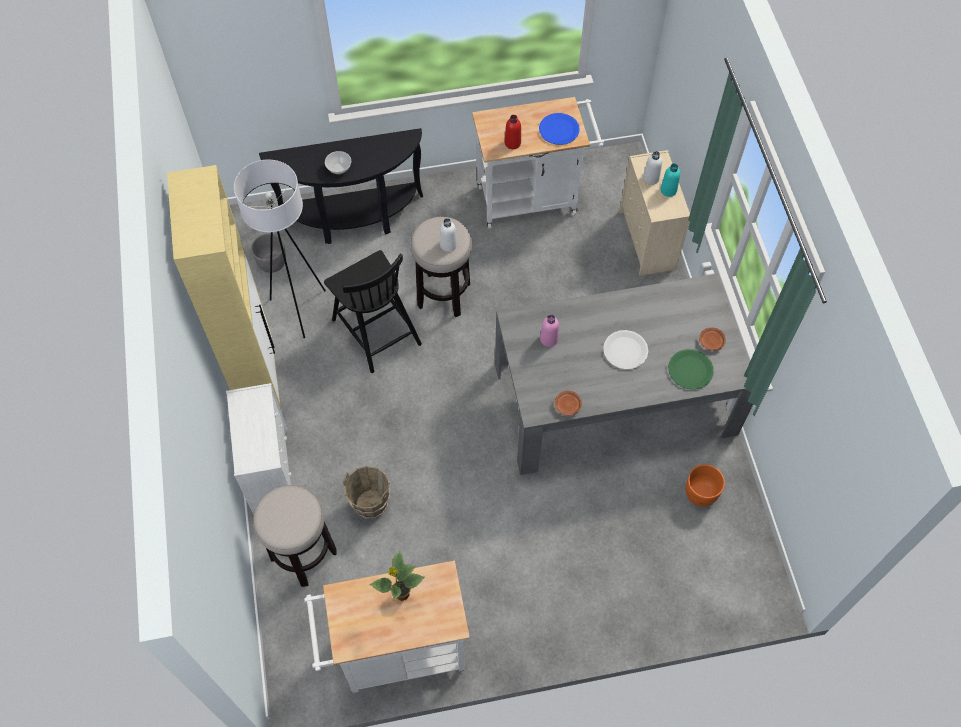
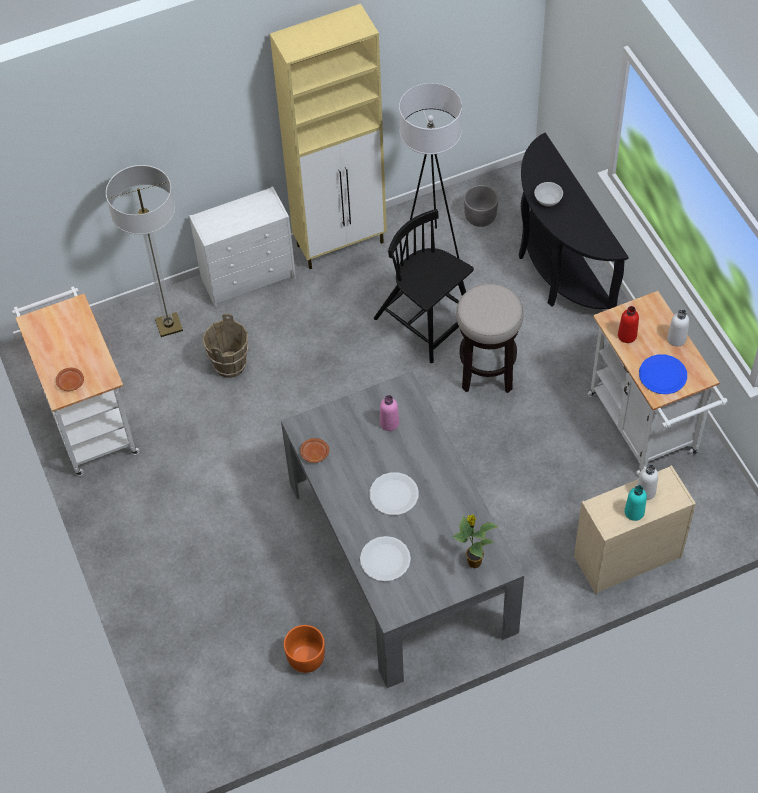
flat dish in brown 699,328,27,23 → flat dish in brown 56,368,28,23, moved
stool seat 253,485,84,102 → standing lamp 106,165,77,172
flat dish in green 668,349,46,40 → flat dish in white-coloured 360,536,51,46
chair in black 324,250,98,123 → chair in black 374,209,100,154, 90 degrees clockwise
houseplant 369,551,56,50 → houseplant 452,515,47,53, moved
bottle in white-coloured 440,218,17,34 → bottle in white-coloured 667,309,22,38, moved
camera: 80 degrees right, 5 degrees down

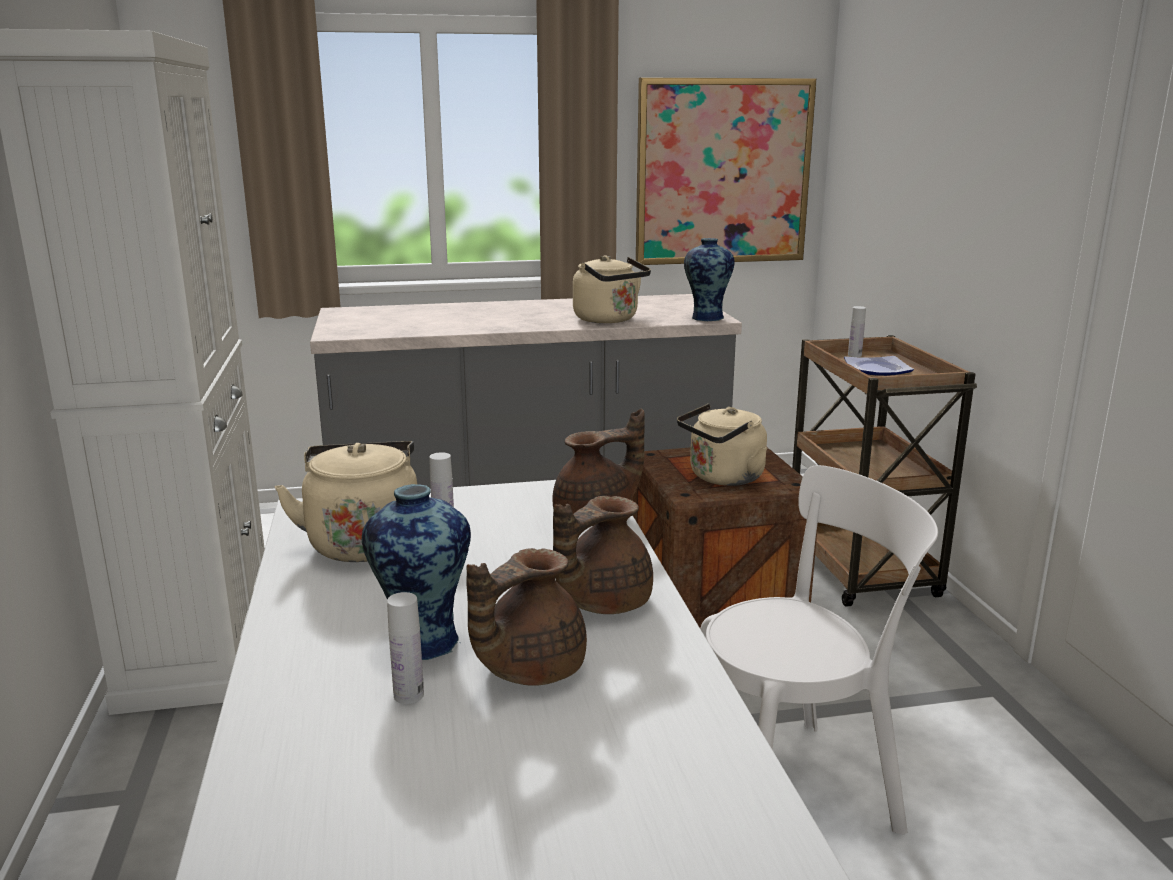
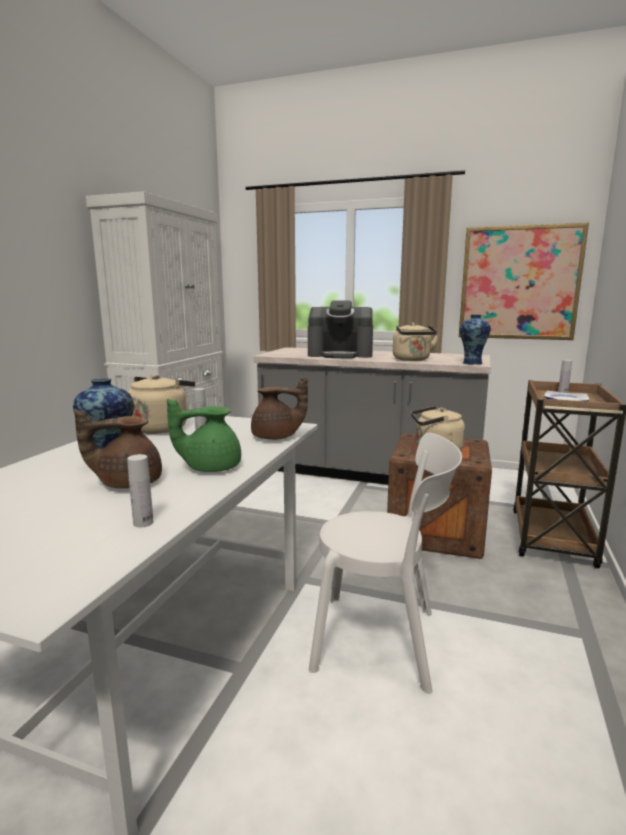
bottle in white-coloured 387,592,37,112 → bottle in white-coloured 127,454,27,74, moved
teapot in brown 553,496,100,118 → teapot in green 167,399,74,73
- → coffee brewer 308,301,65,57
camera: 30 degrees right, 5 degrees down

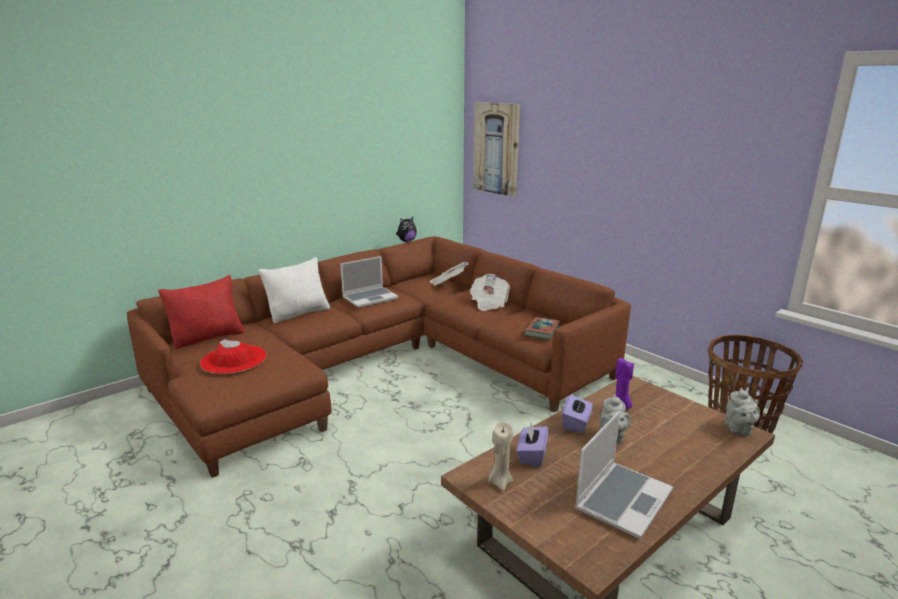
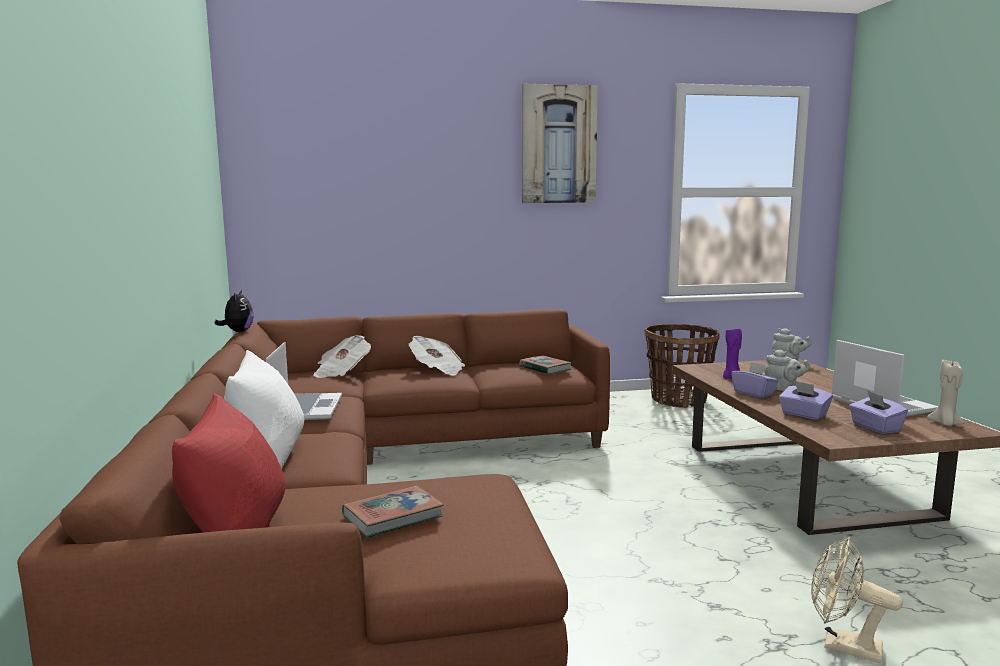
clothing hat in red 200,339,67,35 → bound book 342,486,102,52
wall art 474,102,46,95 → wall art 522,84,76,119, moved
- → cooling fan in sand-coloured 811,537,92,126
- → box of tissues in purple 849,391,59,43
wax light in sand-coloured 488,422,25,68 → wax light in sand-coloured 927,360,37,66, moved
camera: 60 degrees left, 10 degrees down

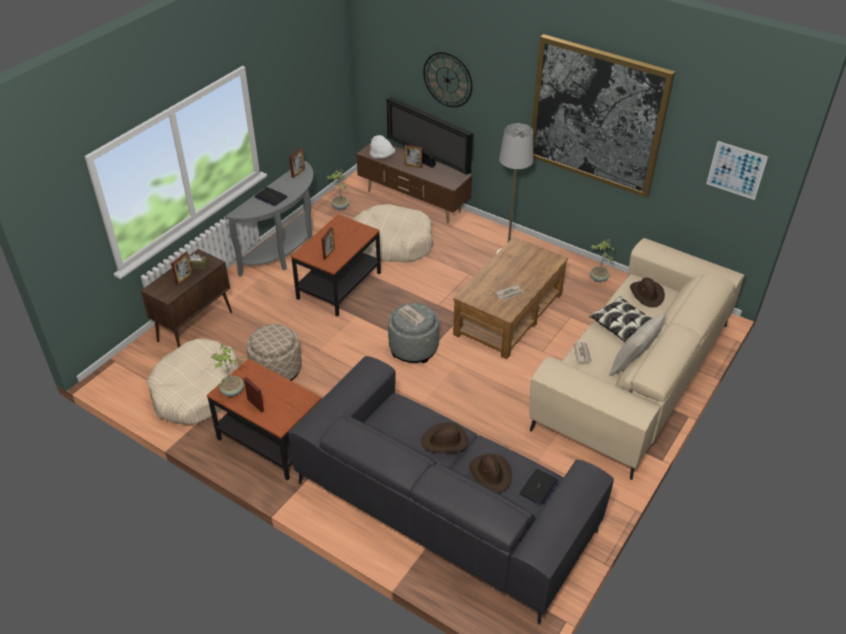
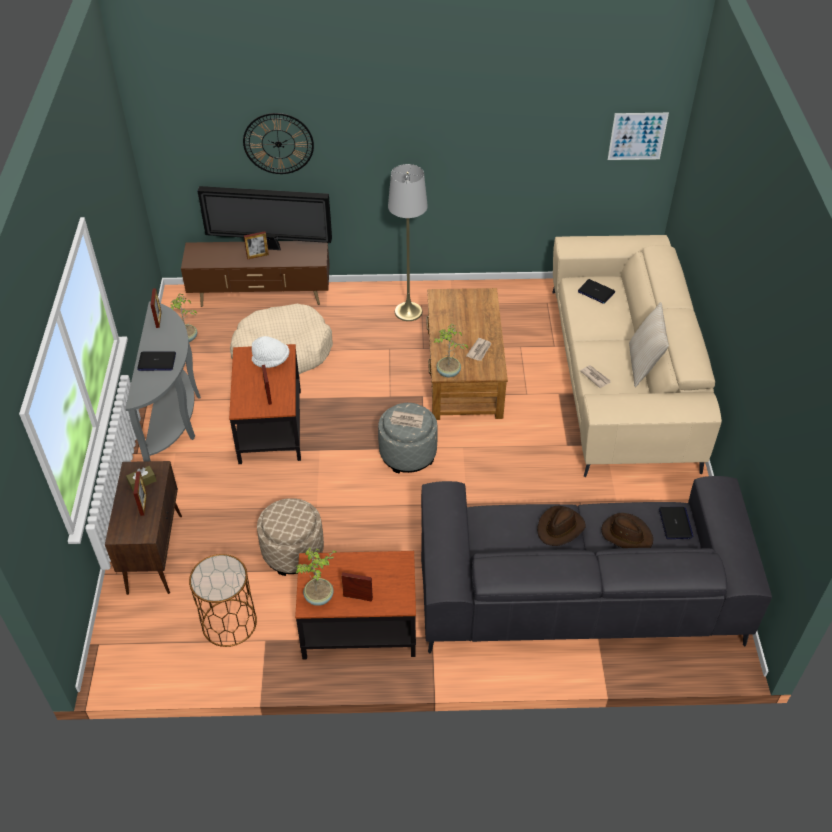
dog cushion in sand-coloured 147,339,92,86 → side table in brown 189,554,68,93
clothing hat in white-coloured 370,135,25,24 → clothing hat in white-coloured 252,336,37,32, moved
houseplant 590,239,24,43 → houseplant 434,324,34,53, moved
clothing hat in brown 630,278,35,29 → portable computer 578,279,37,25
wall art 531,34,144,164 → -
throw pillow 589,296,63,46 → -
camera: 35 degrees left, 5 degrees up

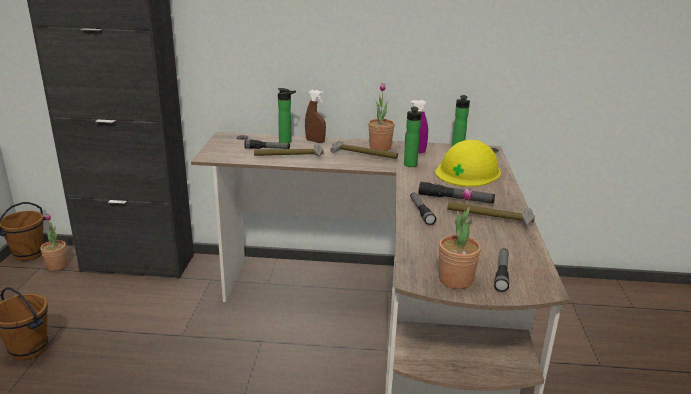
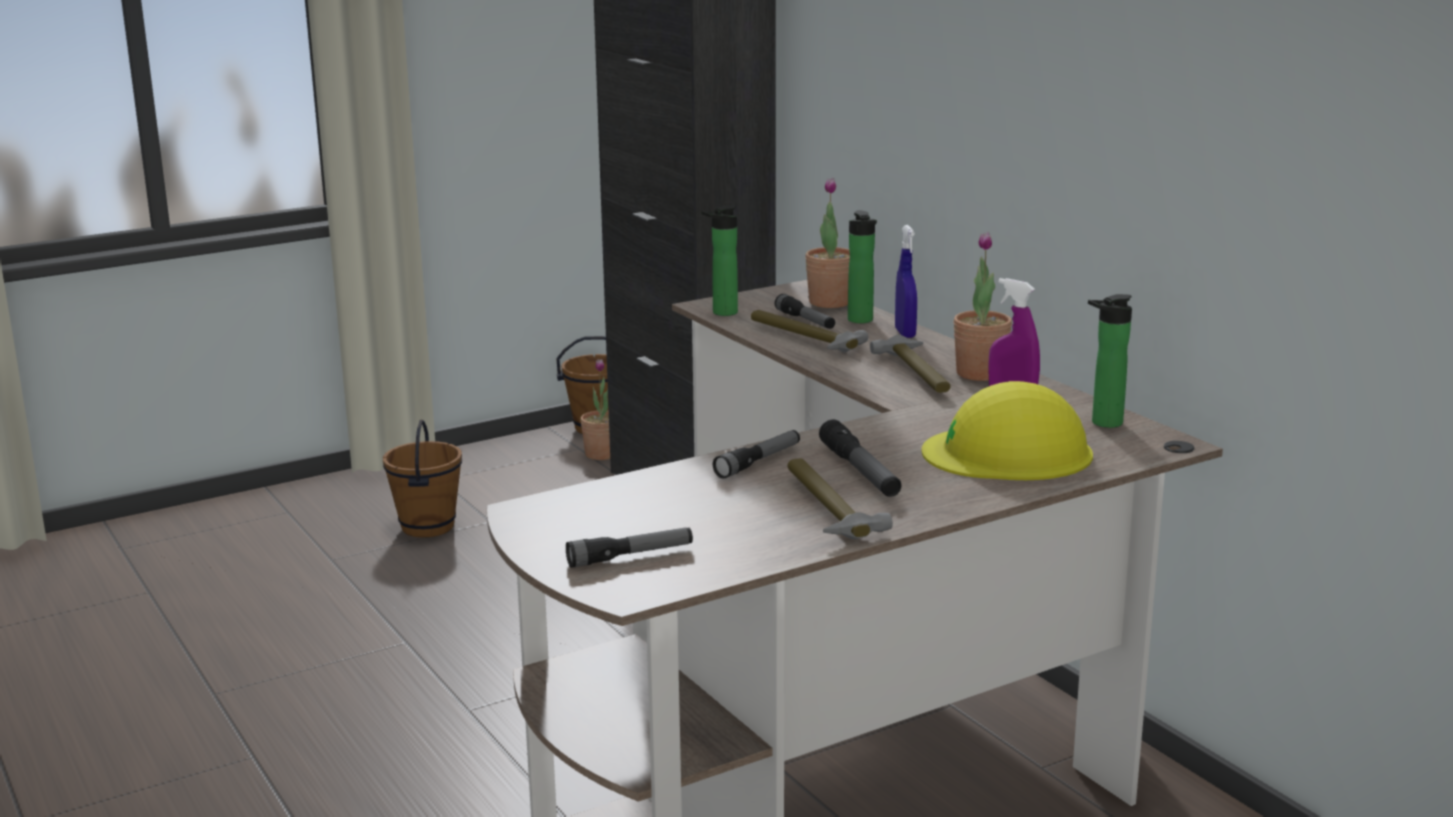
bottle 404,106,18,61 → bottle 702,206,36,110, moved
houseplant 439,187,42,102 → houseplant 805,178,45,130, moved
sprayer in brown 305,90,21,53 → sprayer in blue-coloured 895,225,22,113
camera: 55 degrees right, 5 degrees down

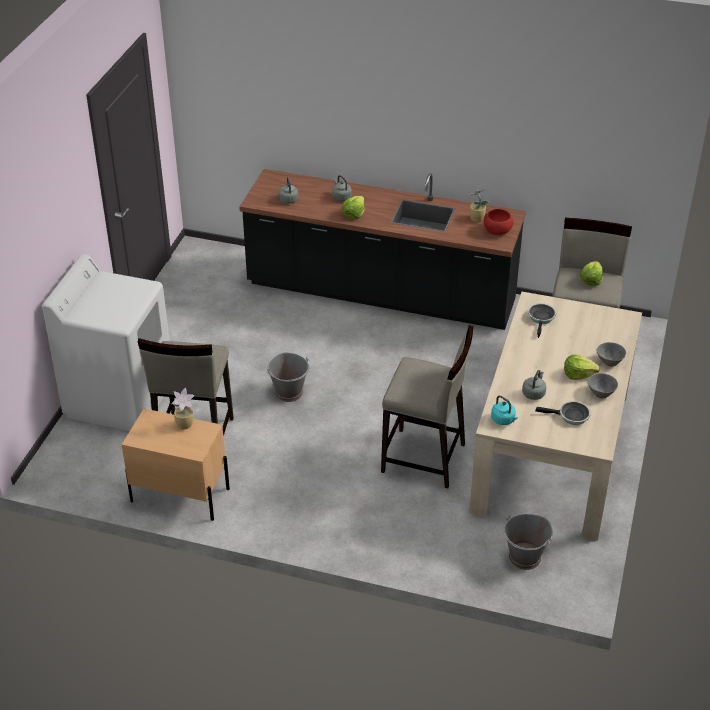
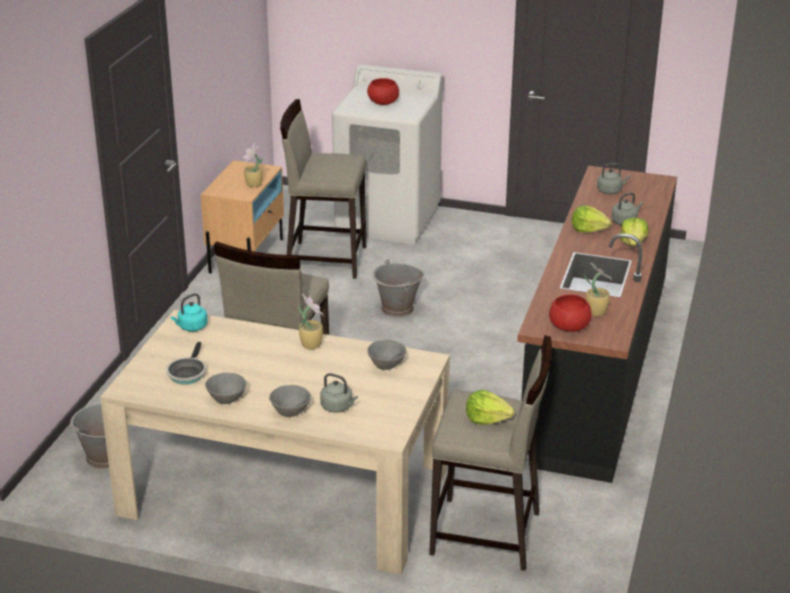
- → houseplant 299,294,25,55
water kettle in greyish 522,370,24,30 → water kettle in greyish 320,373,38,40, moved
- → deep dish in red 367,78,32,27
frying pan 528,303,28,35 → deep dish in greyish 367,340,39,30
head of lettuce 564,354,36,26 → head of lettuce 620,217,29,29, moved
camera: 90 degrees right, 10 degrees down

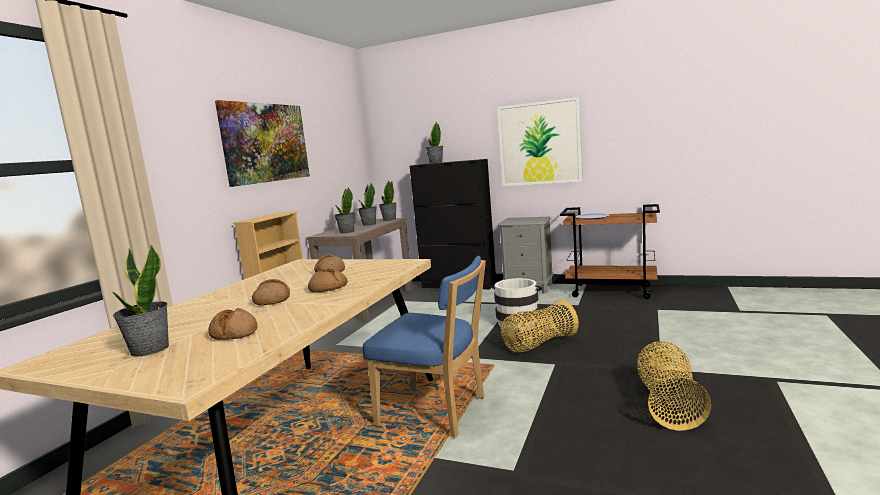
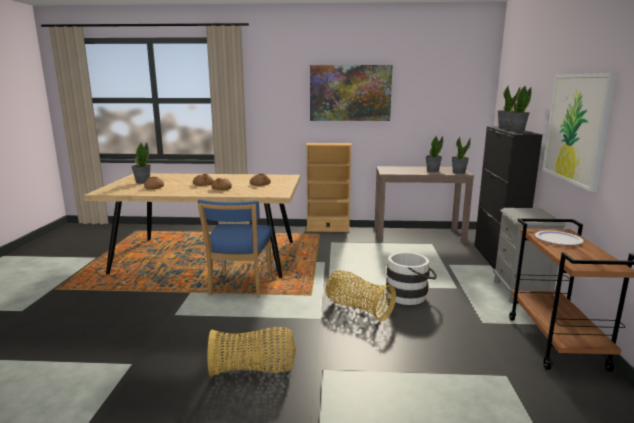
houseplant 334,187,21,46 → houseplant 508,86,24,46, moved
camera: 70 degrees right, 5 degrees up

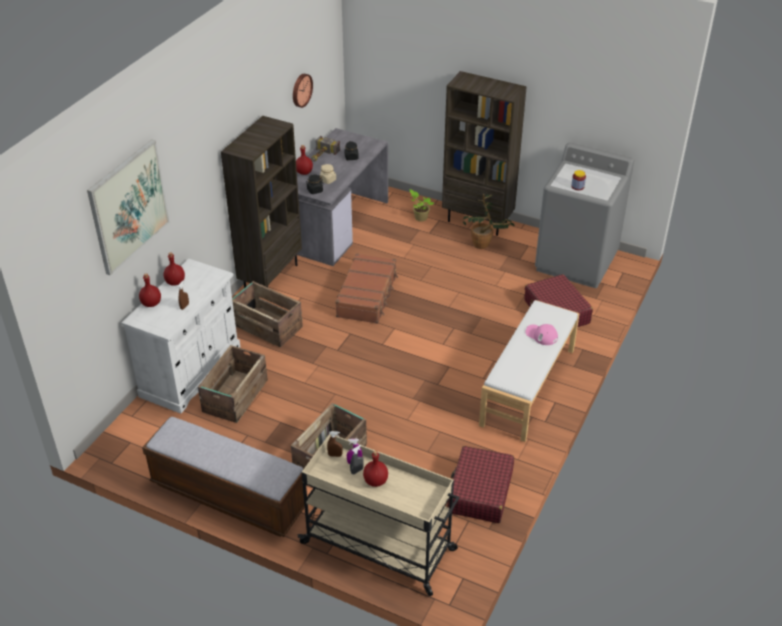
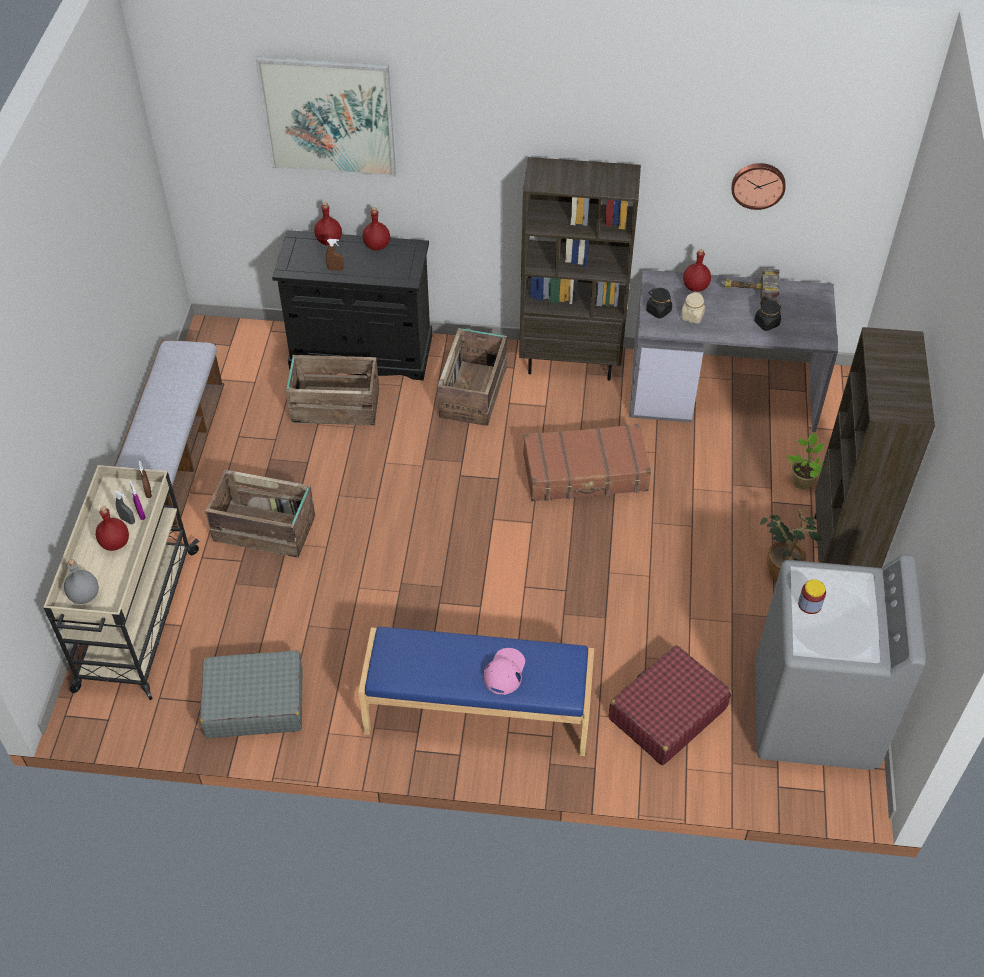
- → bottle in greyish 64,560,35,44
travel case in red 447,446,67,77 → travel case in greyish 200,650,103,88
cabinet in white-coloured 121,258,119,155 → cabinet in black 272,230,160,150
bench in white-coloured 479,300,101,142 → bench in blue-coloured 358,627,236,129
camera: 70 degrees right, 10 degrees up

